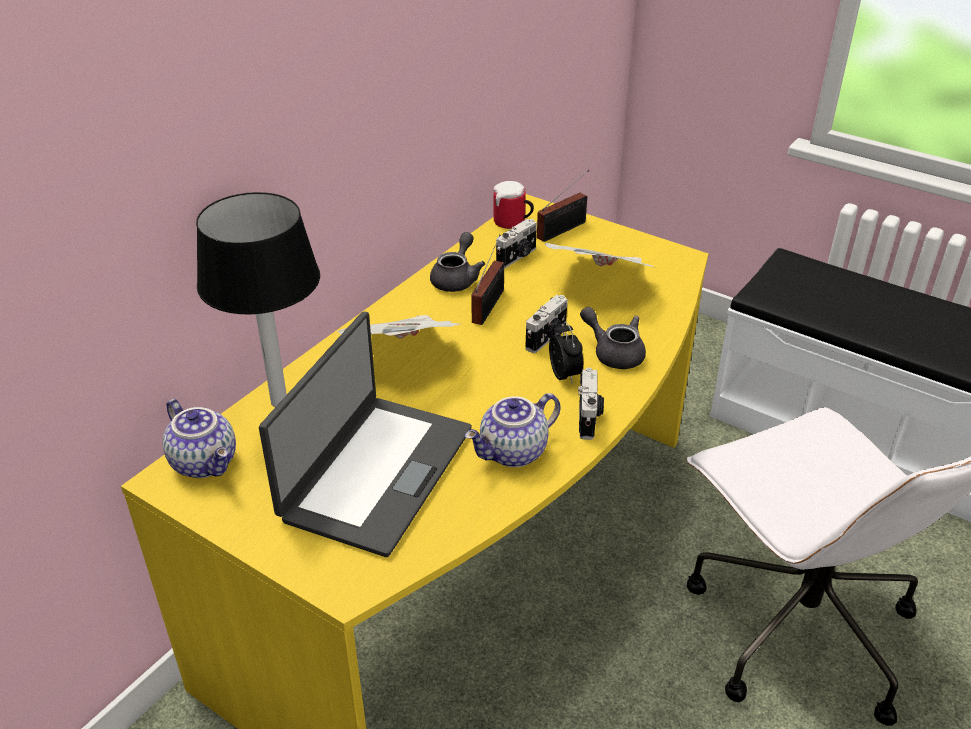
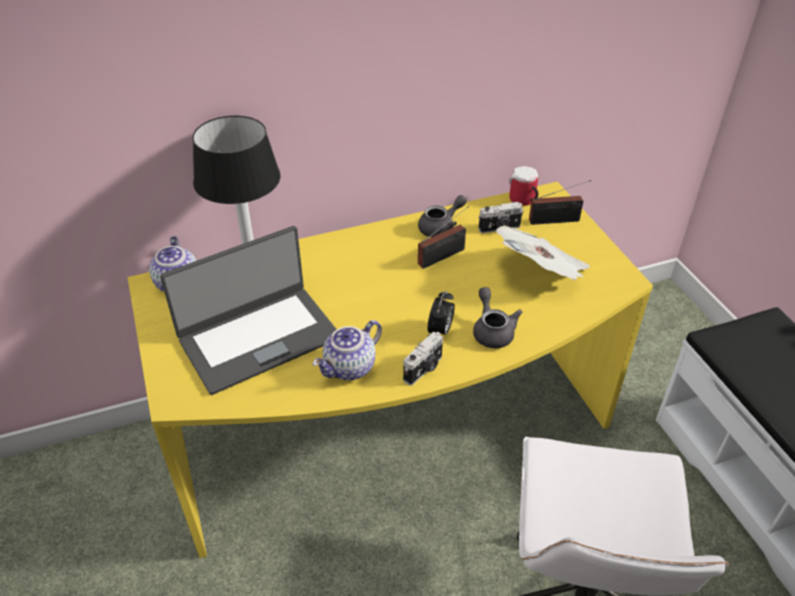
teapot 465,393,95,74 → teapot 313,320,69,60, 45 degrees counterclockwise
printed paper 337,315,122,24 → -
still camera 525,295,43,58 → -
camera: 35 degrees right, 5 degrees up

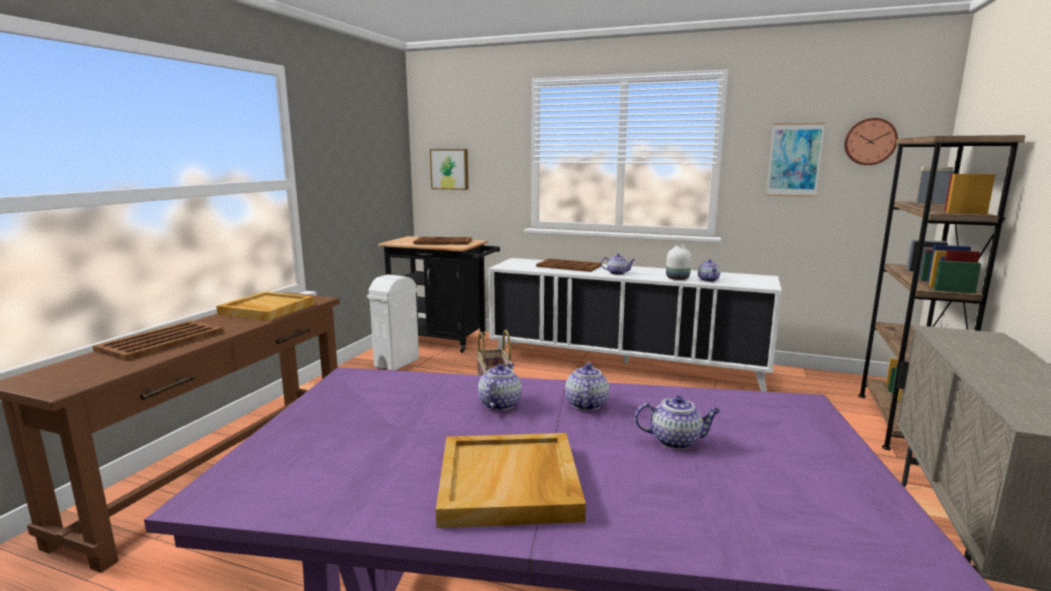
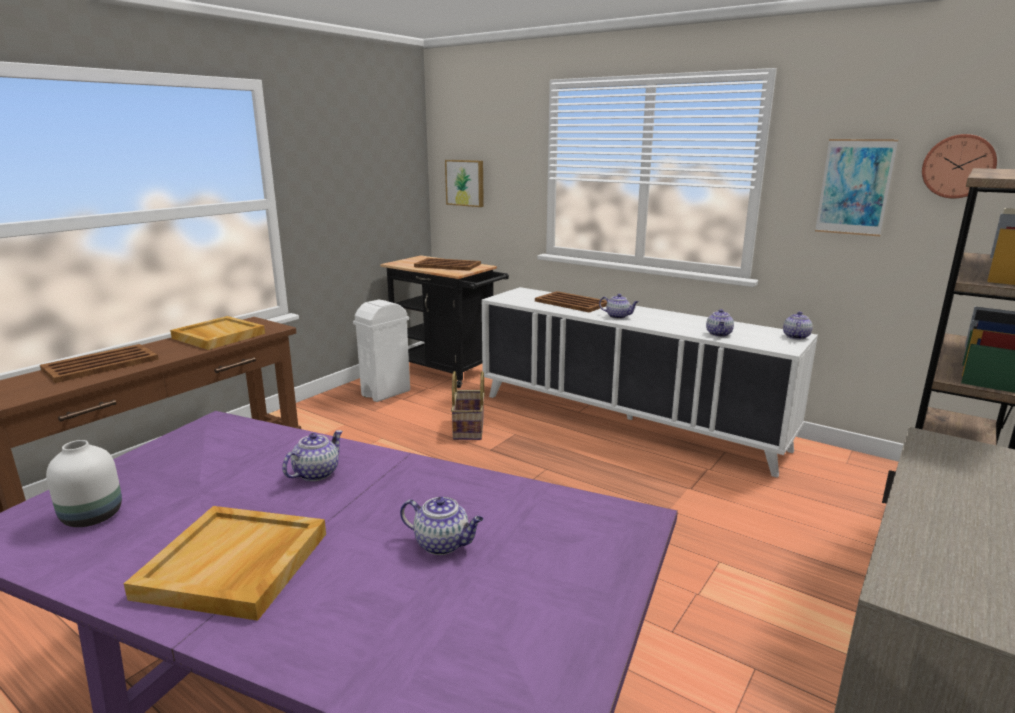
flower vase in white-coloured 666,245,25,35 → flower vase in white-coloured 46,440,76,87, moved
teapot 565,362,44,49 → teapot 783,312,30,28, moved
camera: 15 degrees right, 5 degrees up

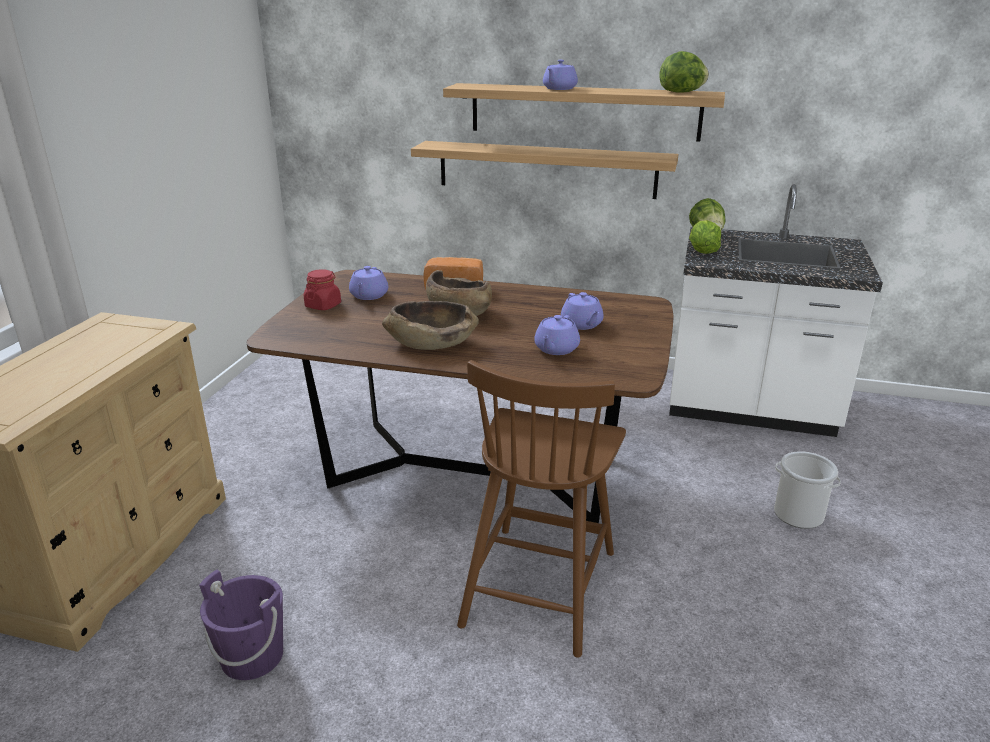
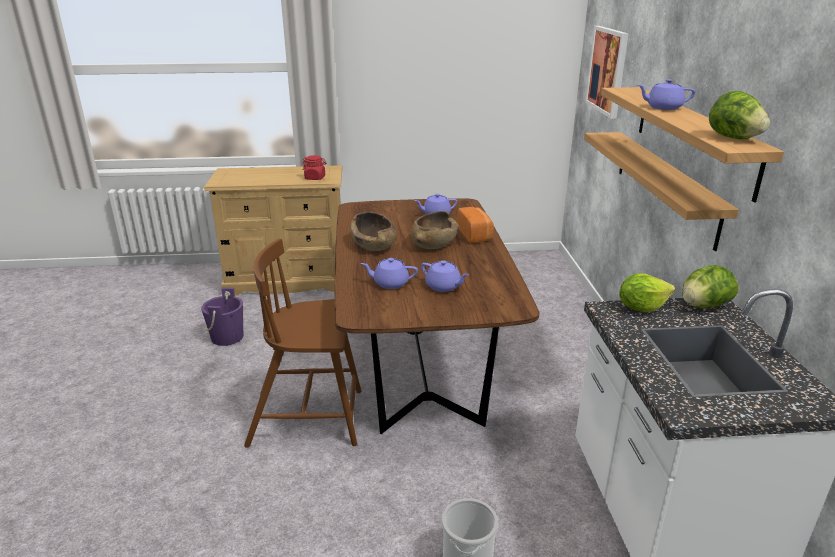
preserve jar in red 304,269,37,41 → preserve jar in red 303,155,23,25, moved
teapot in purple 561,292,43,38 → teapot in purple 421,260,48,32, 105 degrees counterclockwise
- → wall art 585,26,43,93
camera: 70 degrees right, 0 degrees up

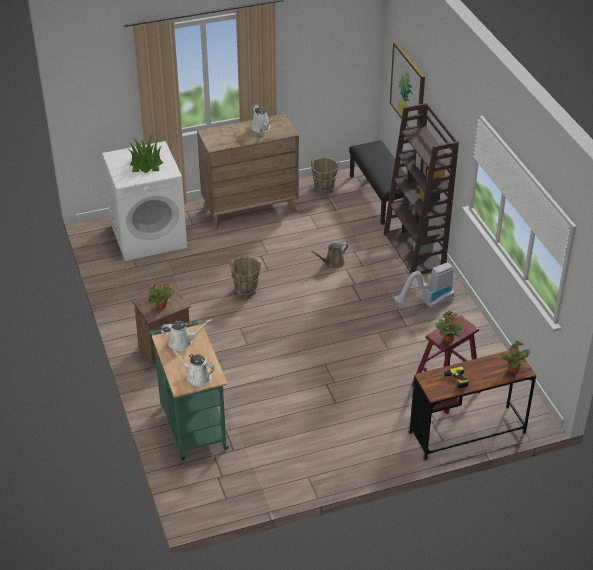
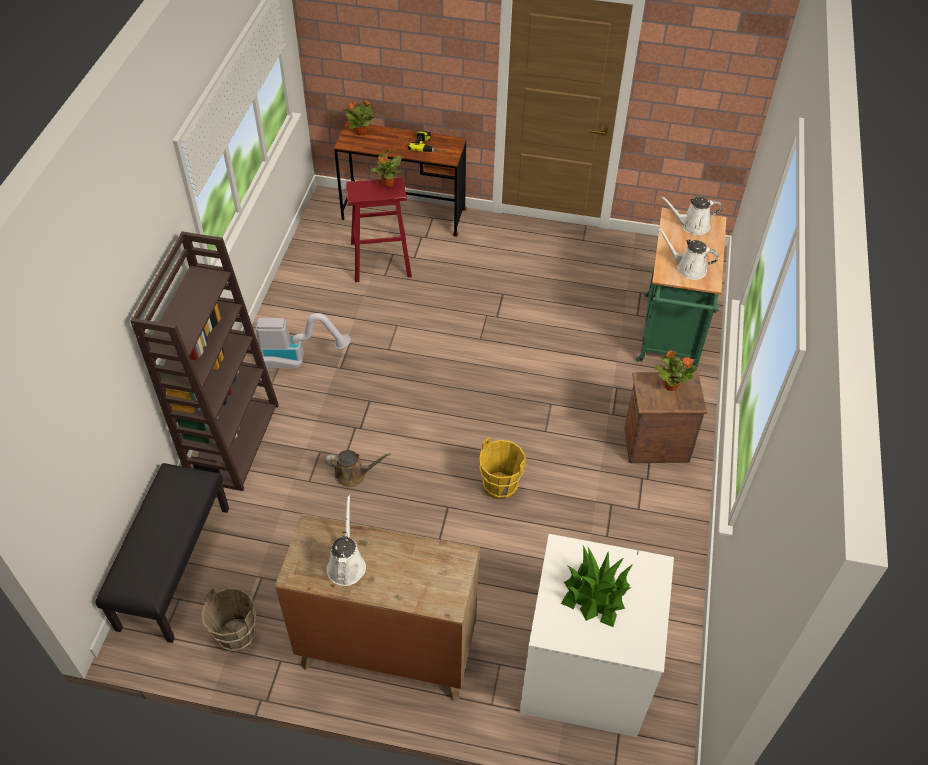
pail in brown 230,257,31,40 → pail in yellow-coloured 479,437,47,62
watering can in white-coloured 168,344,47,42 → watering can in white-coloured 661,196,61,39, 120 degrees clockwise
wall art 390,42,35,85 → -
camera: 150 degrees left, 10 degrees up

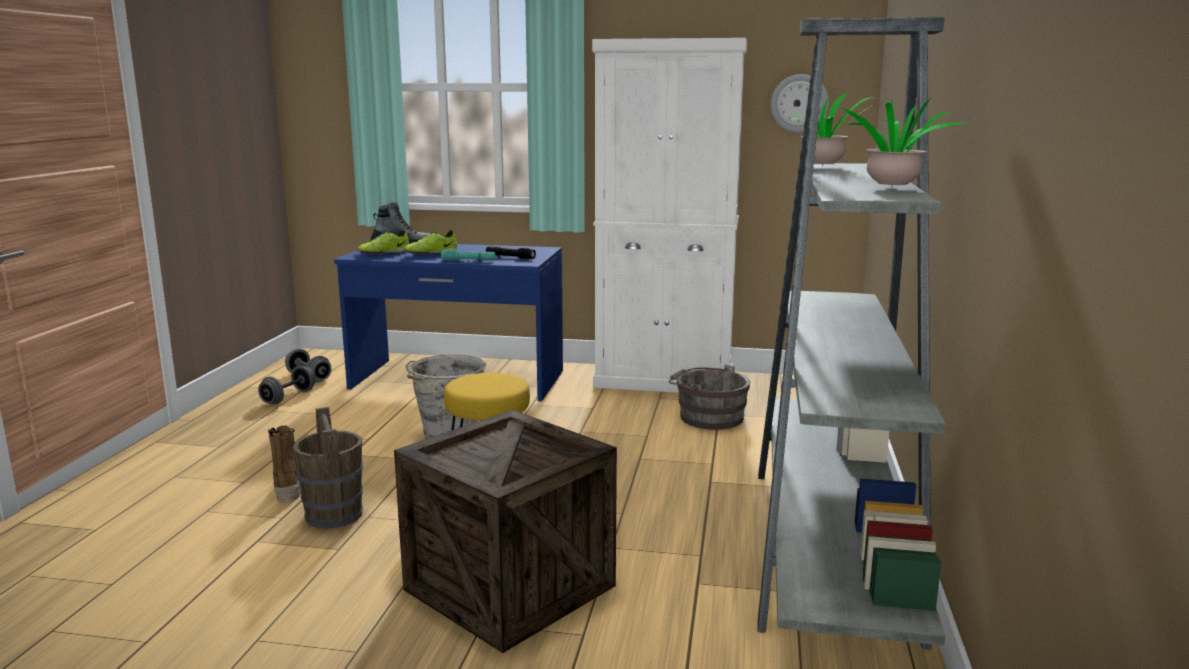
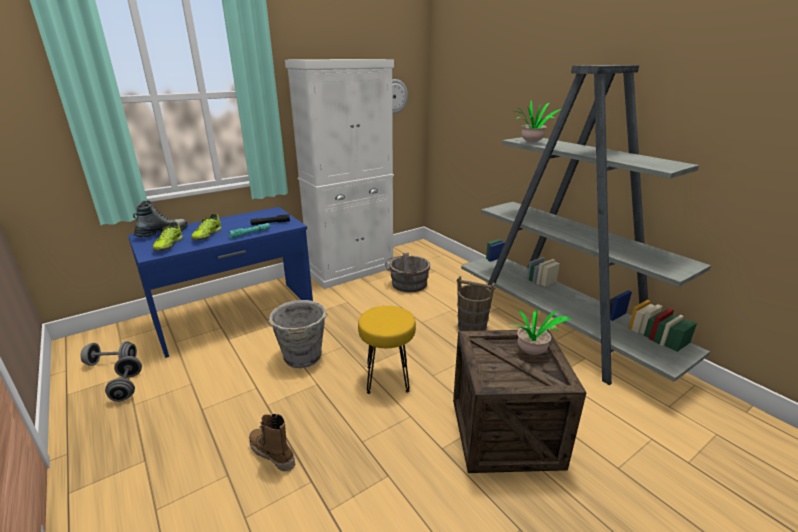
pail in brown 293,407,70,122 → pail in brown 457,276,39,55, moved
houseplant 842,96,127,91 → houseplant 512,308,60,47, moved
camera: 45 degrees left, 10 degrees up

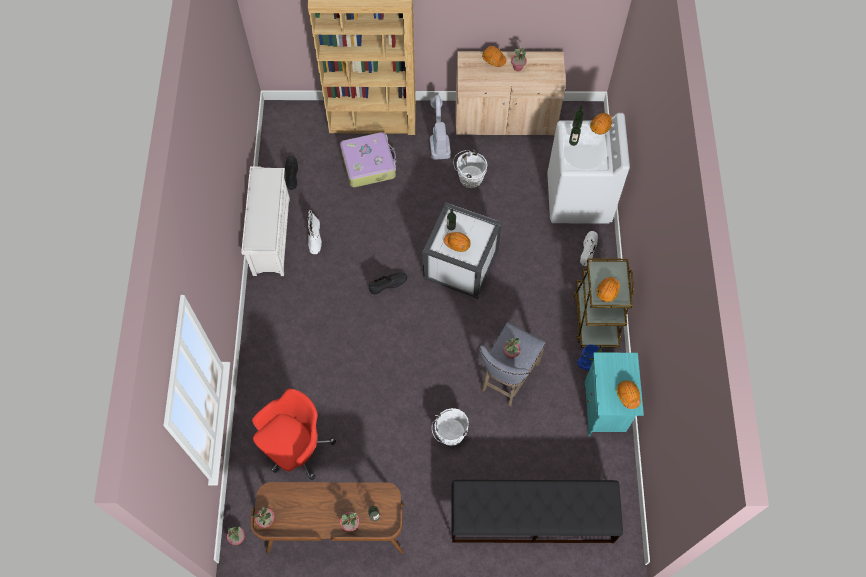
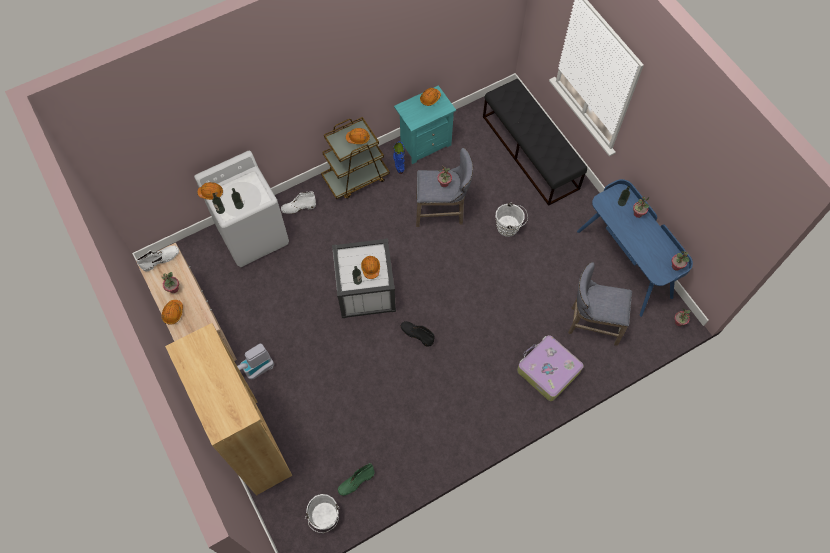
boot in white-coloured 308,210,14,44 → boot in white-coloured 136,245,43,26, moved
pail in white-coloured 453,150,35,38 → pail in white-coloured 305,494,34,39, moved
boot in black 285,156,13,34 → boot in green 338,463,37,33
travel case 340,132,56,55 → travel case 517,335,67,66, moved
computer chair in red 252,389,84,91 → stool seat in greyish 568,262,64,84
desk table in brown 251,482,153,72 → desk table in blue-coloured 577,179,116,138
shoe shelf in white-coloured 241,166,49,110 → -
camera: 120 degrees left, 0 degrees up

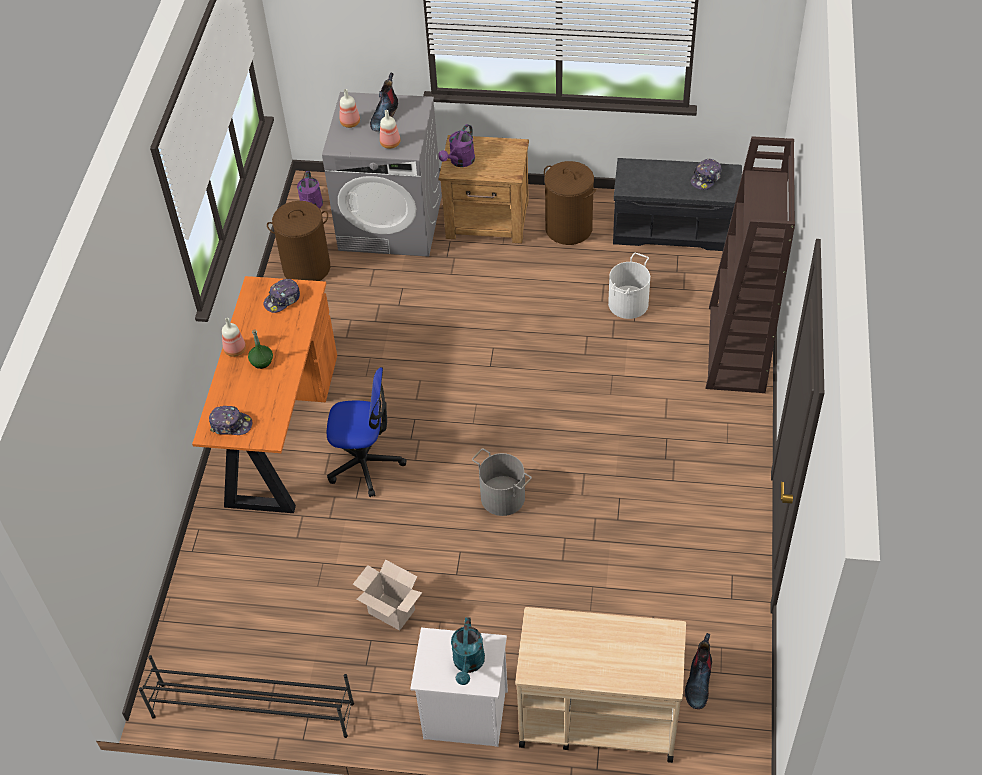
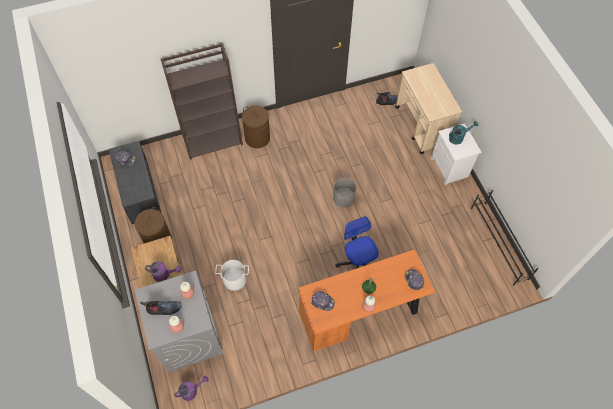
pail in white-coloured 608,253,42,66 → pail in white-coloured 215,260,34,31, moved
washing basket in brown 267,201,63,80 → washing basket in brown 242,105,28,43, moved
packing box 353,559,69,72 → -
camera: 120 degrees left, 10 degrees up

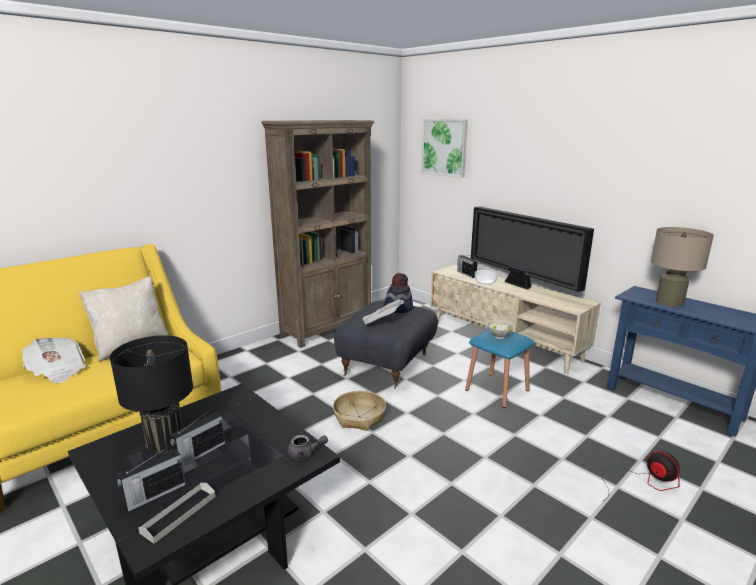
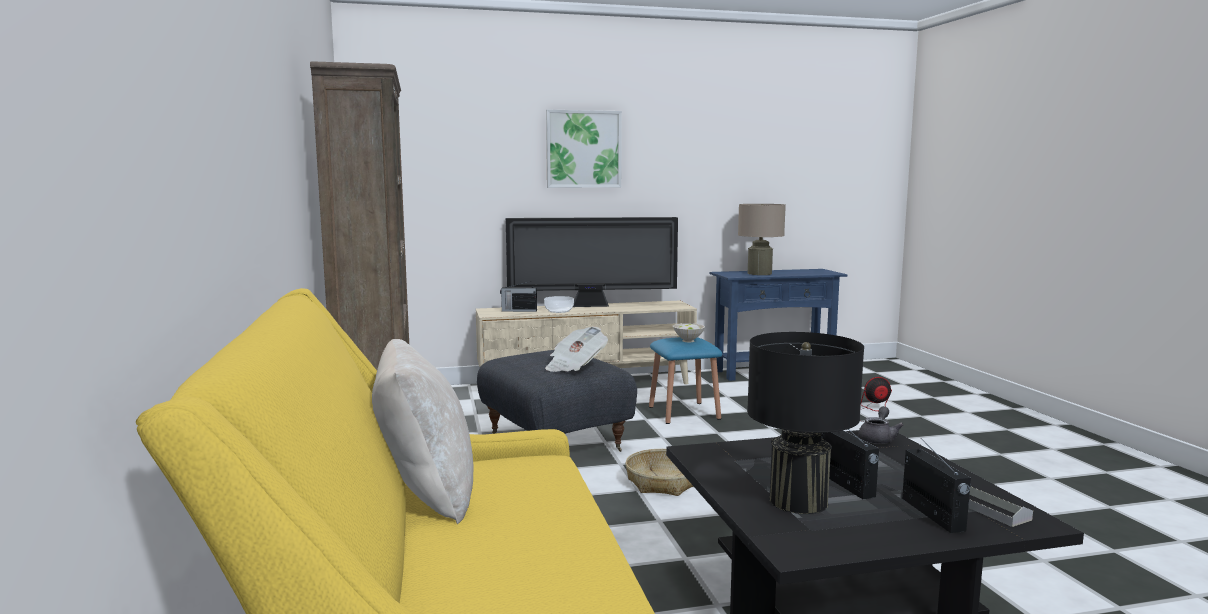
wall art 421,119,47,59 → wall art 546,110,76,78, moved
printed paper 22,338,64,45 → -
clothing hat 383,273,30,40 → -
camera: 60 degrees left, 10 degrees down

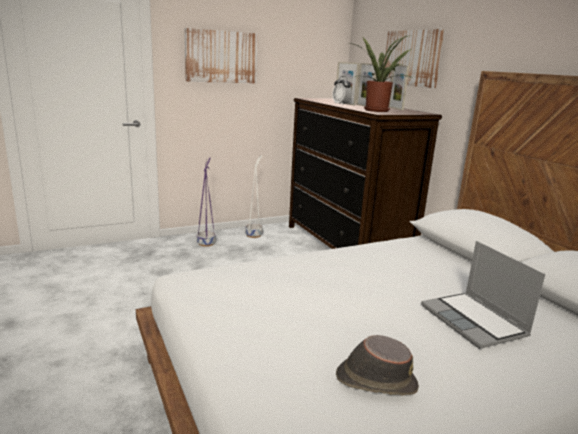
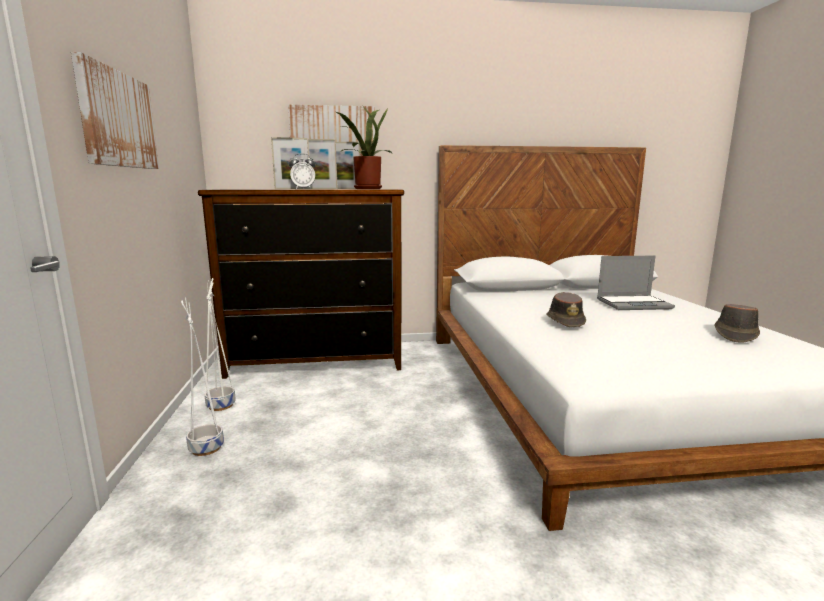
plant pot in purple 197,158,19,89 → plant pot in white-coloured 181,297,43,159
- → clothing hat in brown 546,292,40,35
camera: 70 degrees left, 5 degrees down

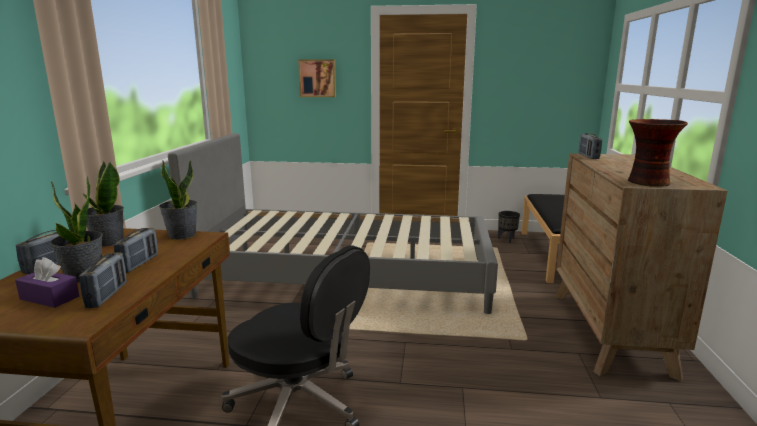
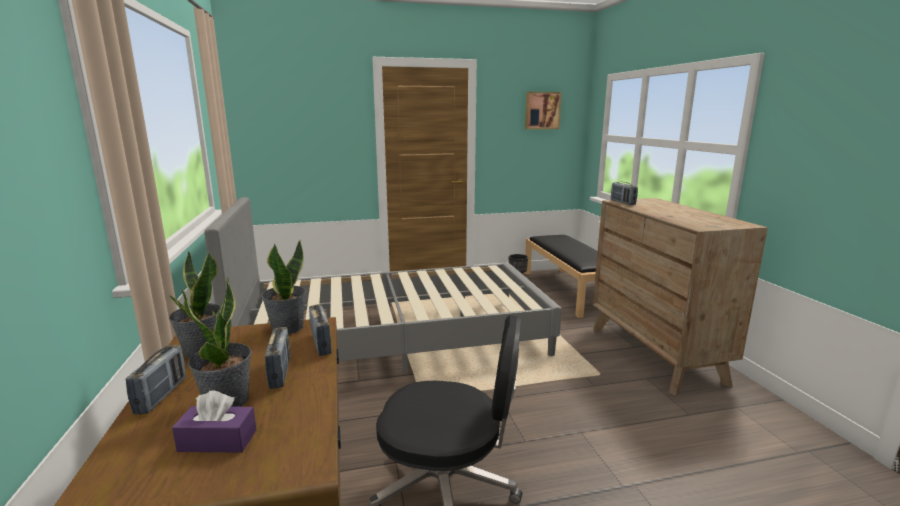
radio receiver 79,252,48,56 → radio receiver 309,304,22,52, moved
wall art 298,59,38,38 → wall art 525,92,37,37, moved
flower vase 628,119,60,68 → -
camera: 20 degrees left, 0 degrees up

